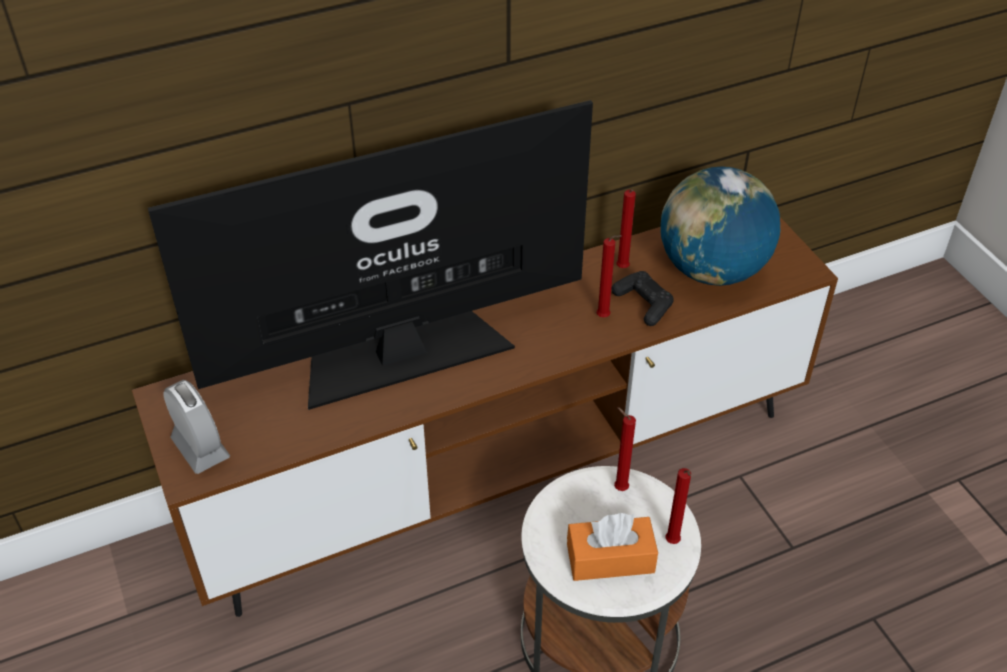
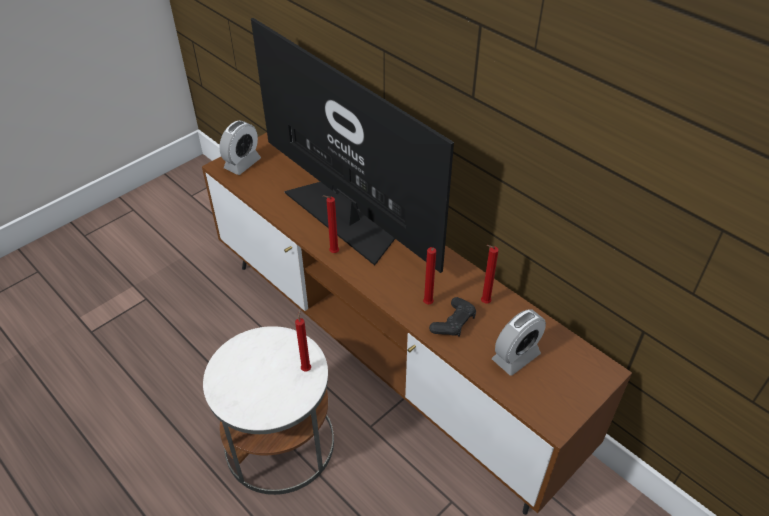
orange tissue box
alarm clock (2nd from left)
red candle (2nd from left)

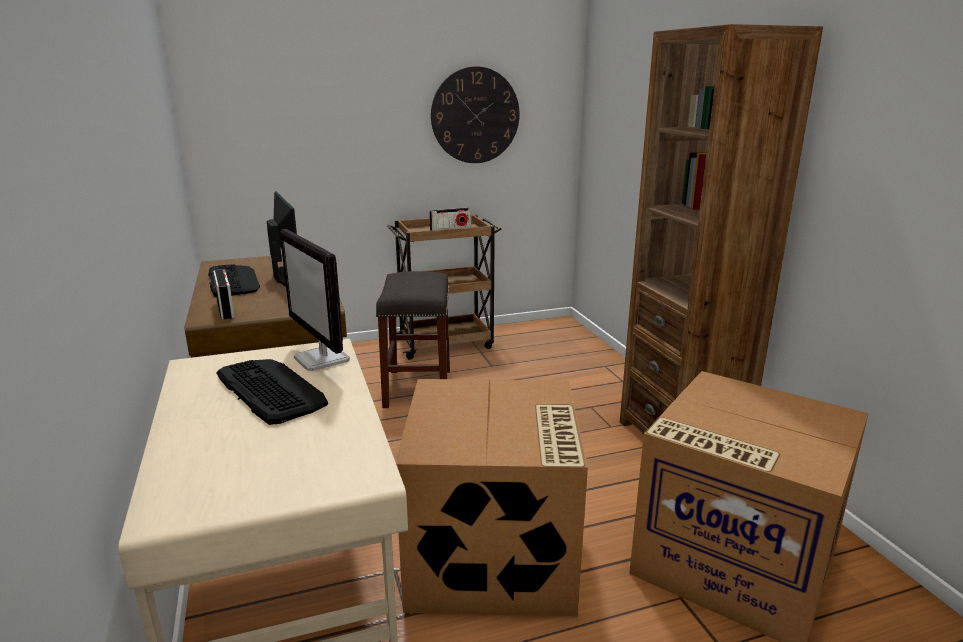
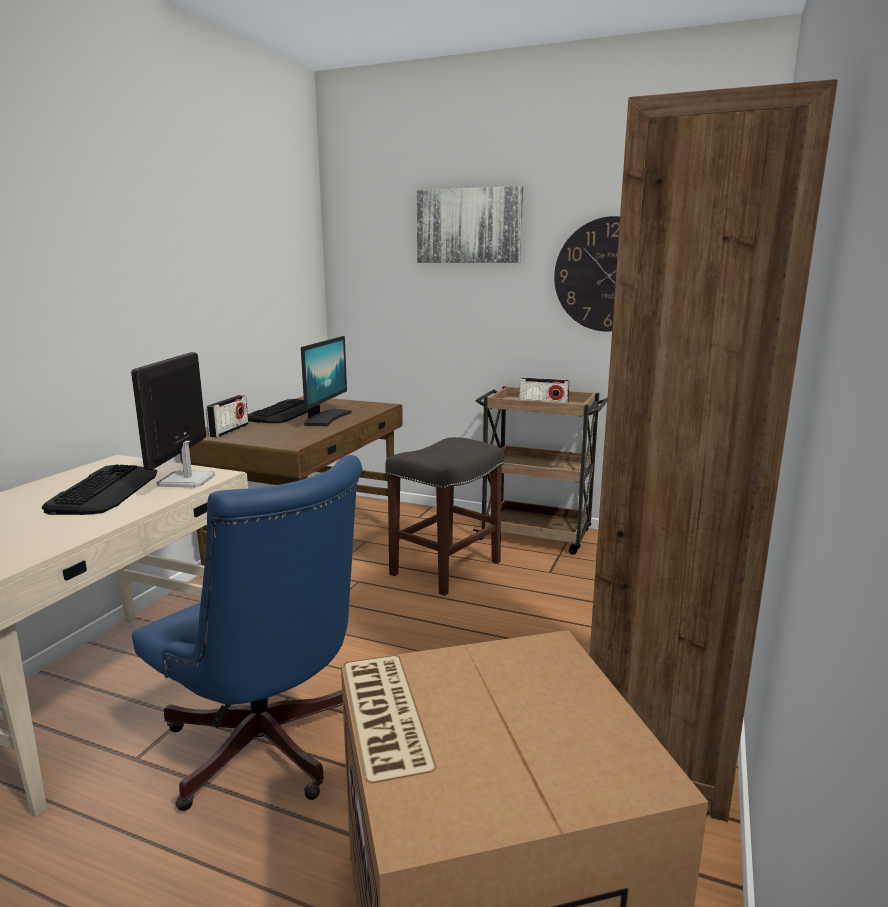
blue office chair
picture

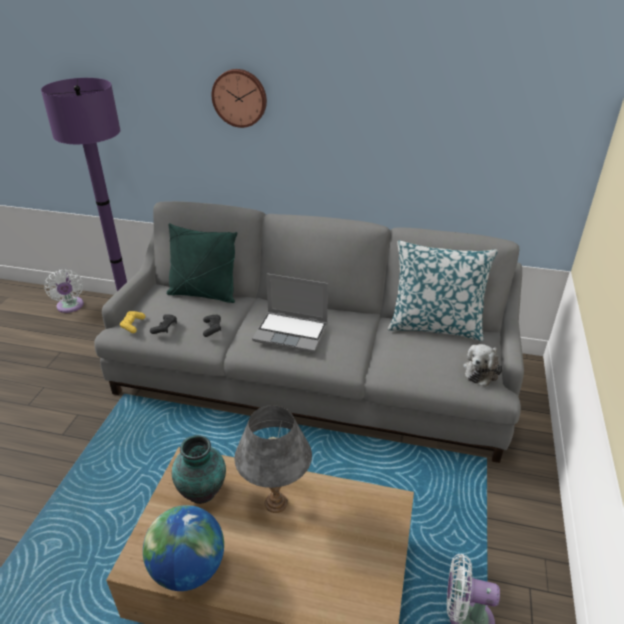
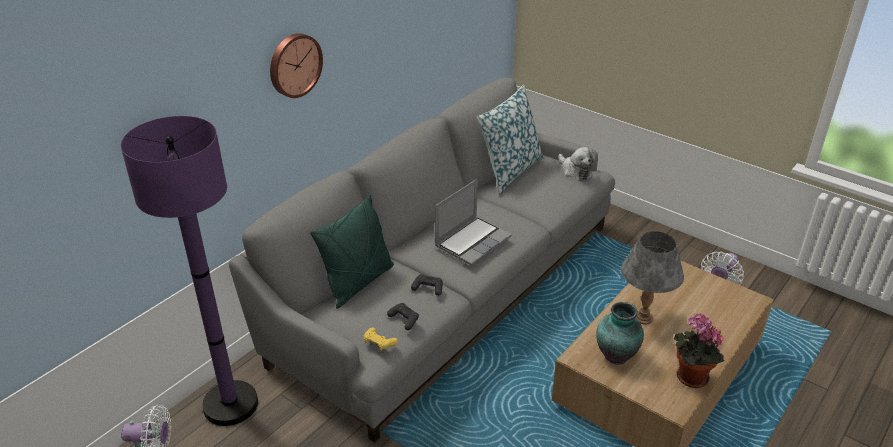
potted plant

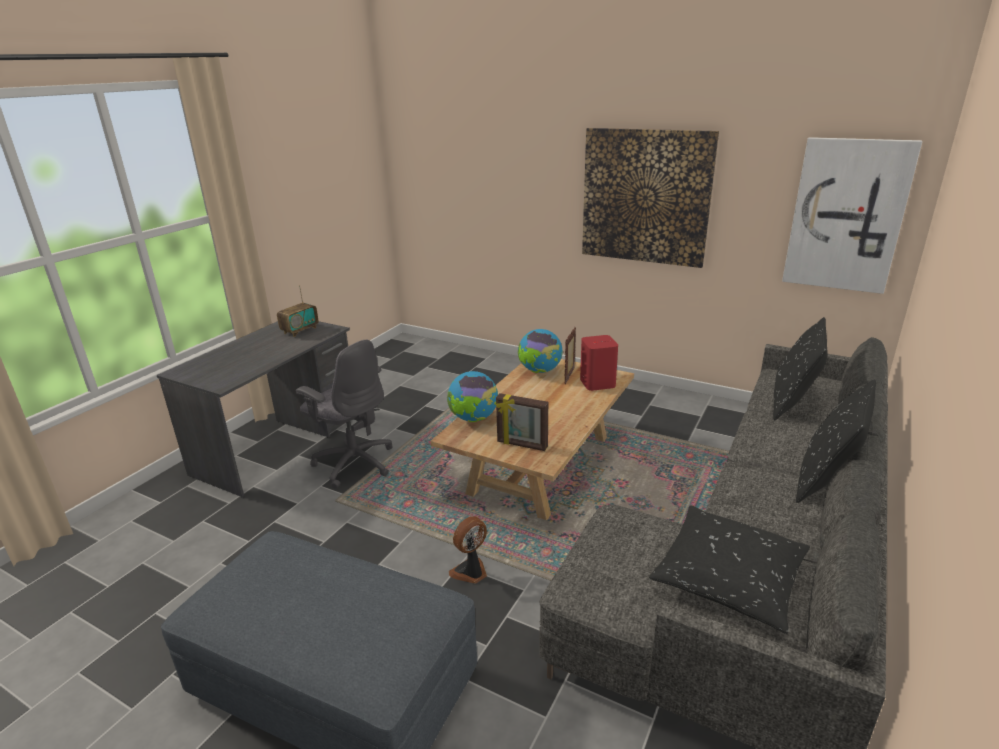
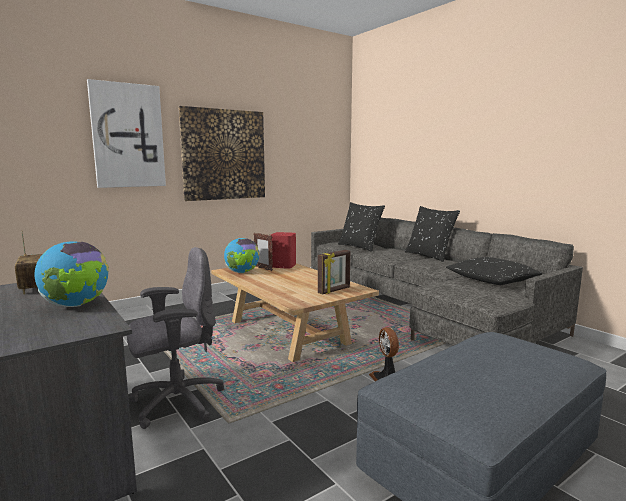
globe (1st from left)
picture (1st from left)

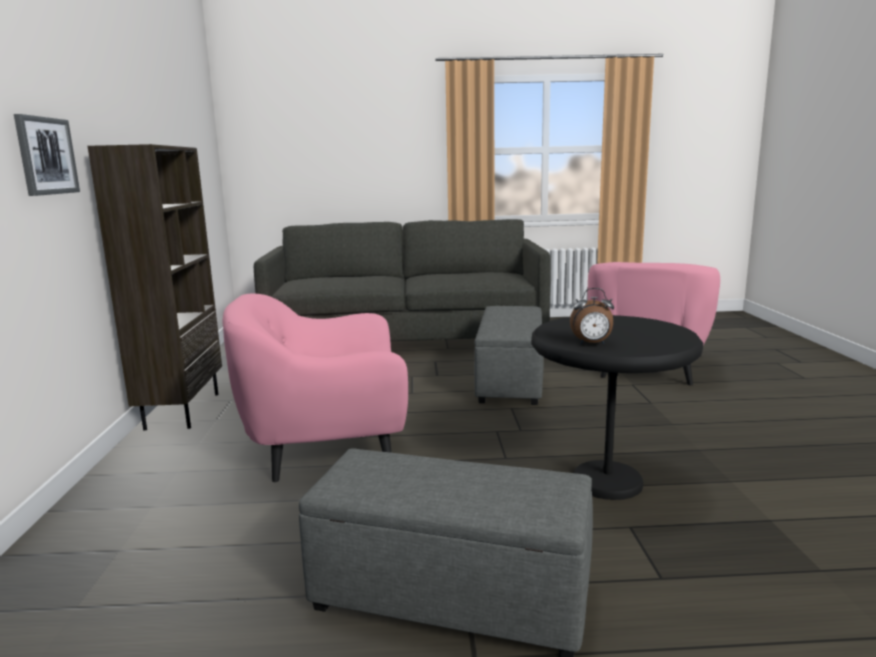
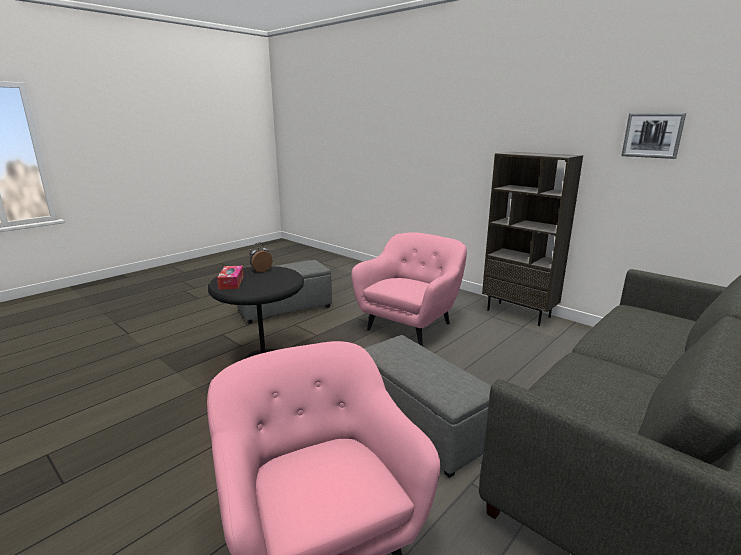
picture
tissue box

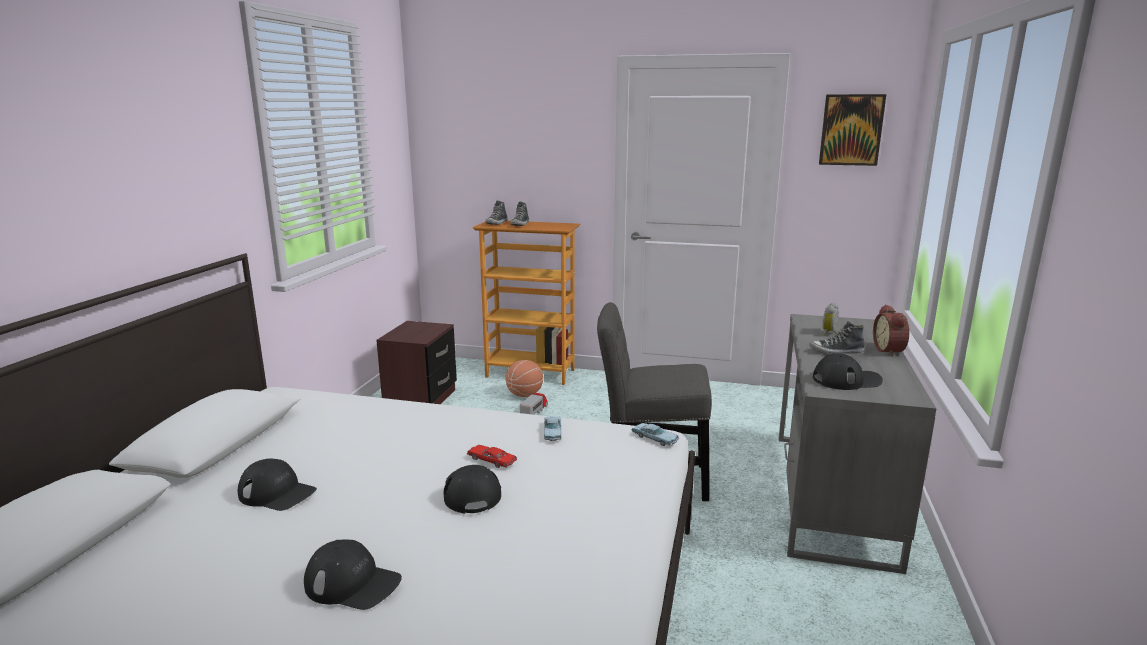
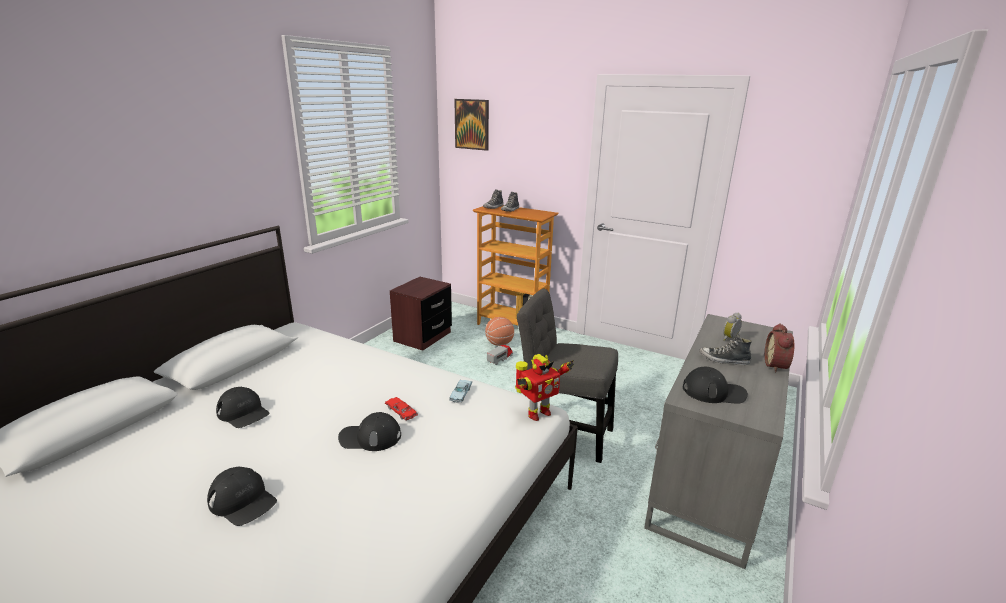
black cap (3rd from left)
toy robot
picture

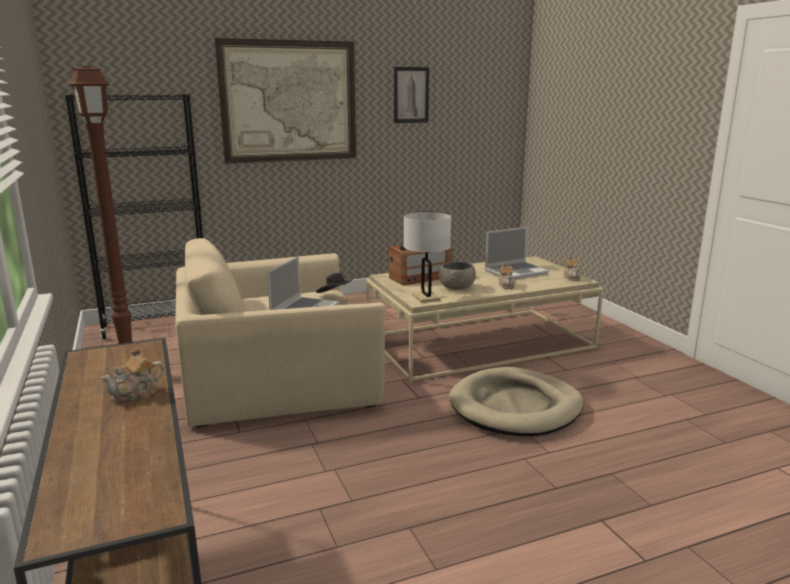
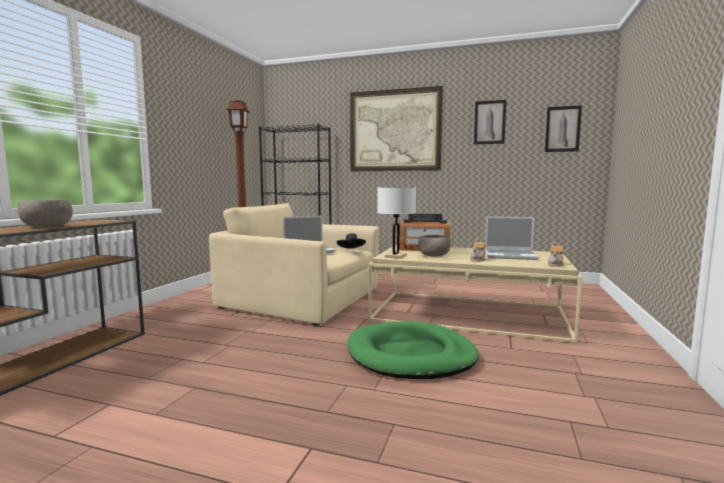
grey bowl (1st from left)
green dog bed
picture (3rd from left)

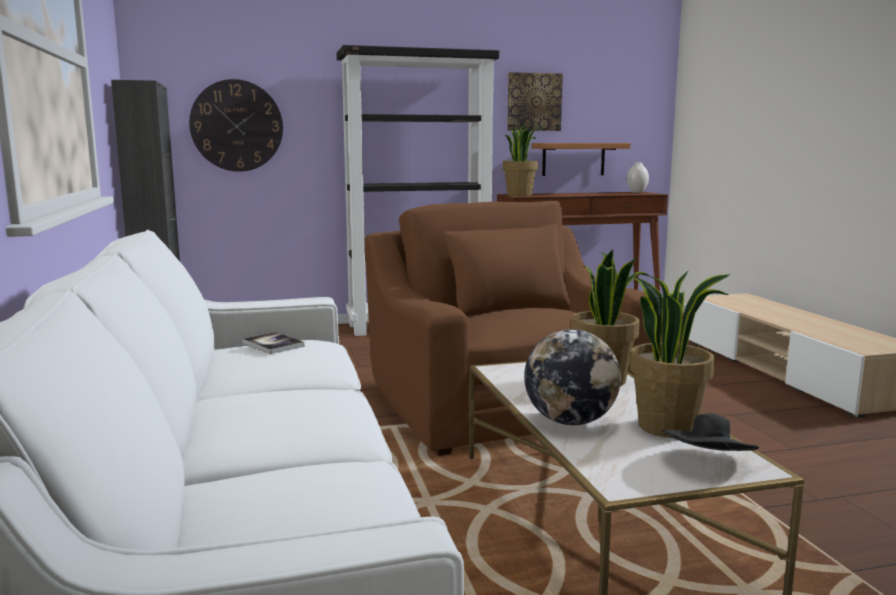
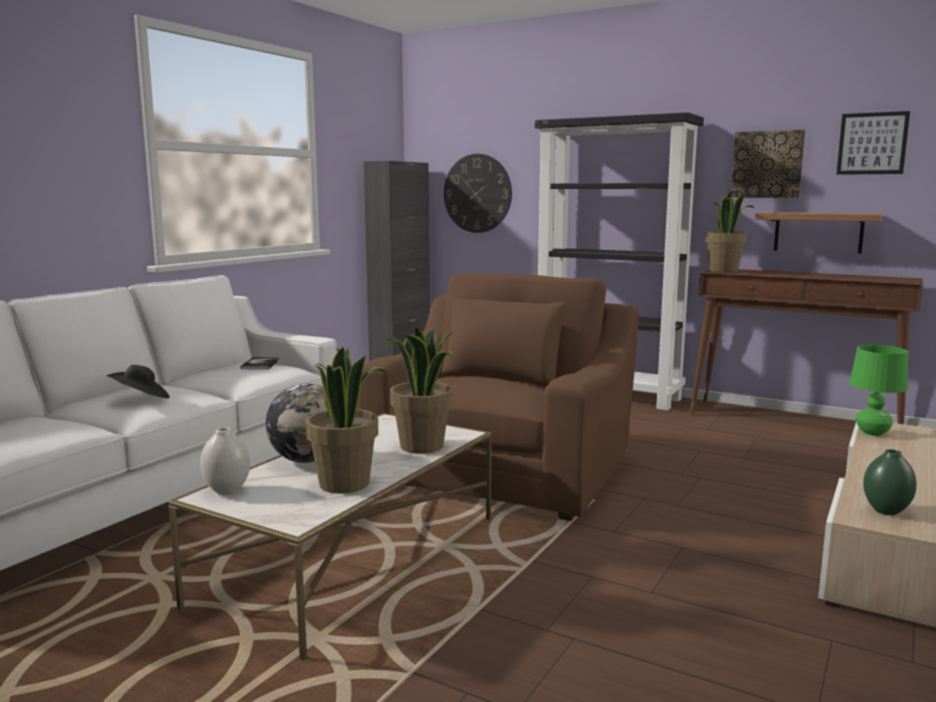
white vase
black hat
picture (2nd from left)
green table lamp
green vase

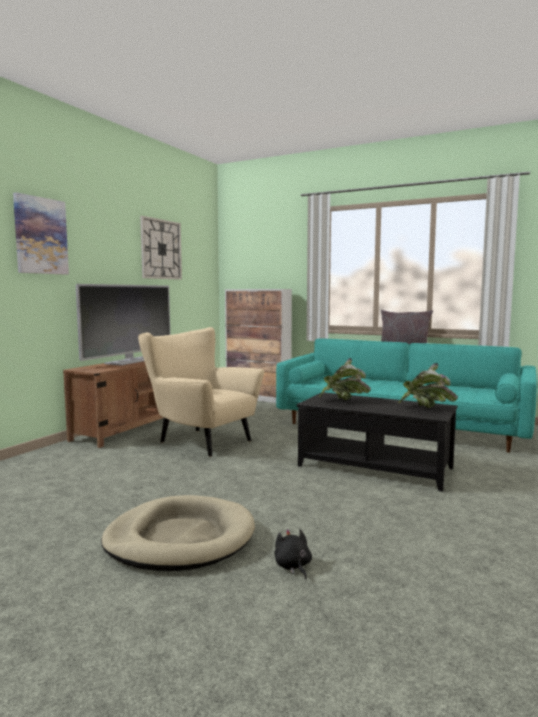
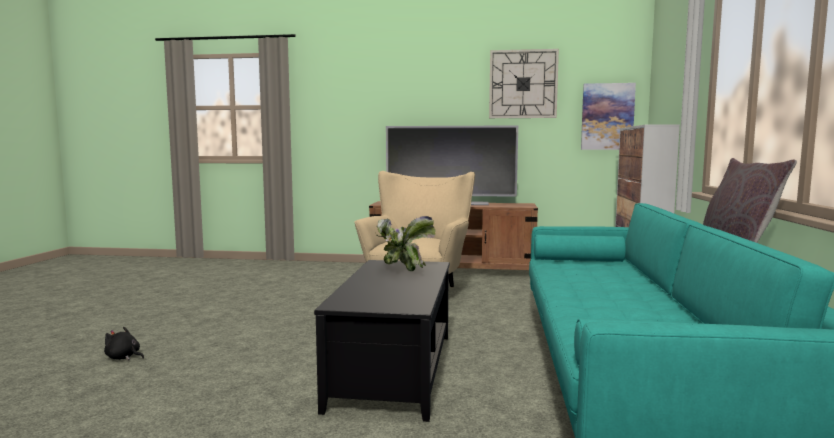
picture
beige dog bed
black plush toy
potted plant (2nd from left in the first image)

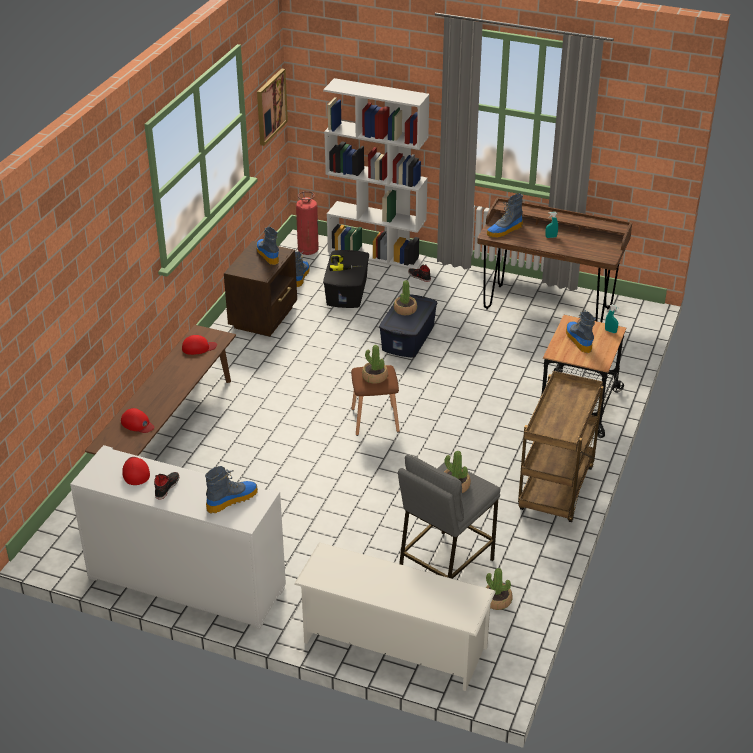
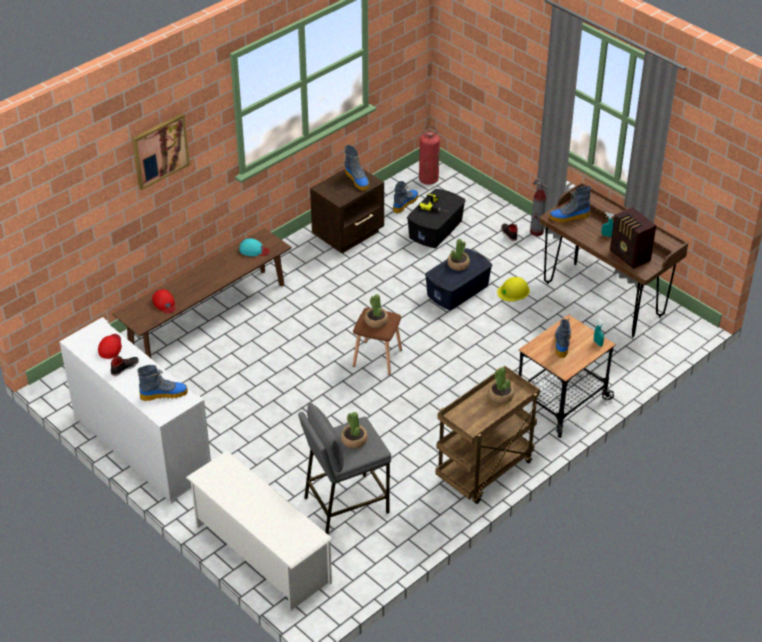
turquoise cap
boot (2nd from left)
picture
white bookcase
potted plant (4th from left)
yellow hard hat
fire extinguisher (2nd from left)
radio

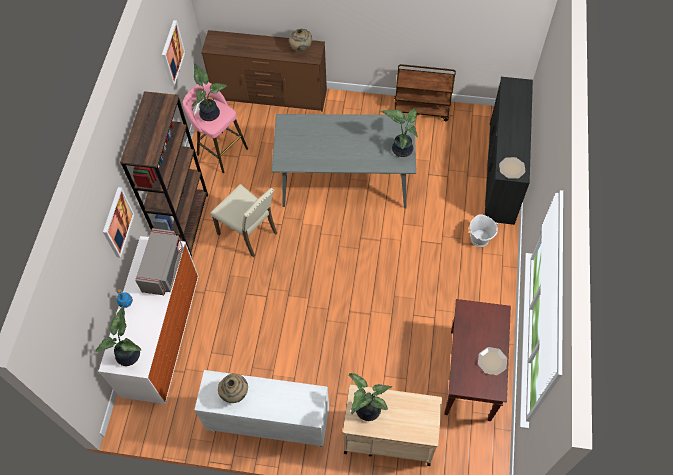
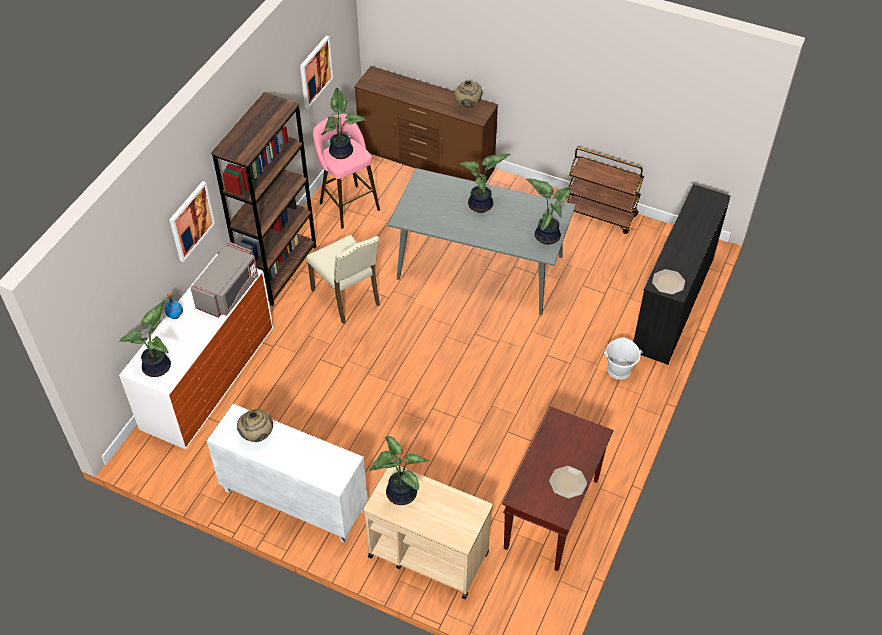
potted plant (4th from left)

